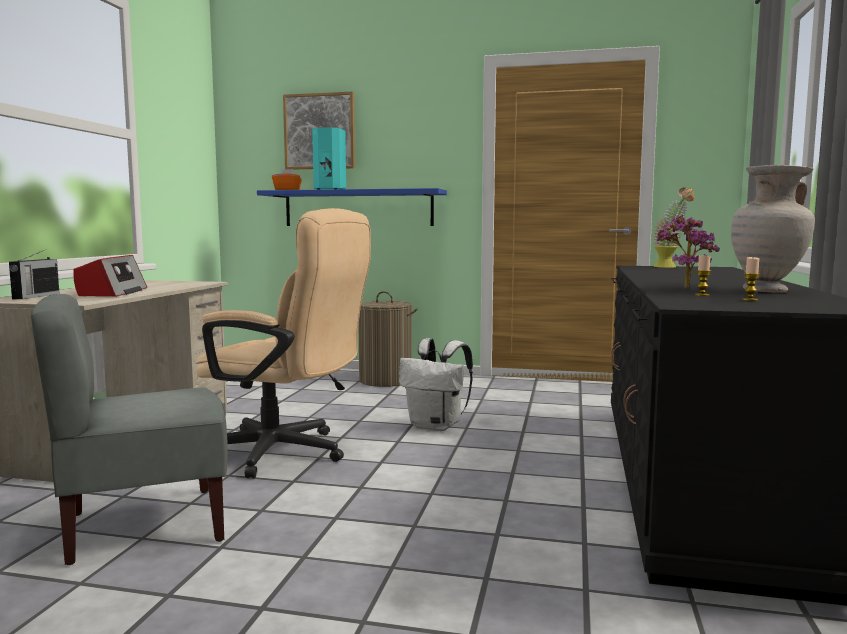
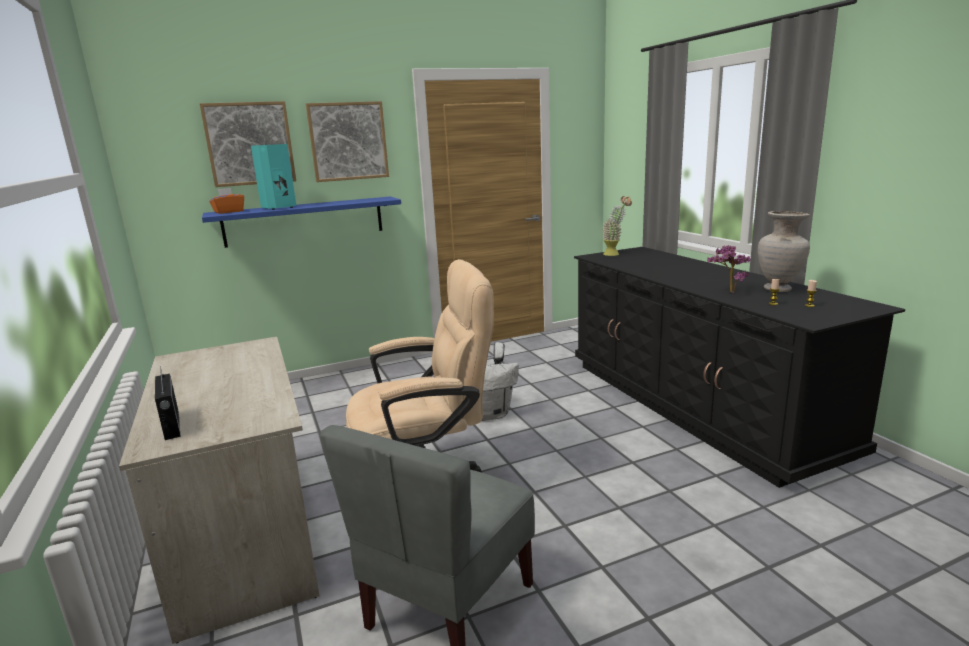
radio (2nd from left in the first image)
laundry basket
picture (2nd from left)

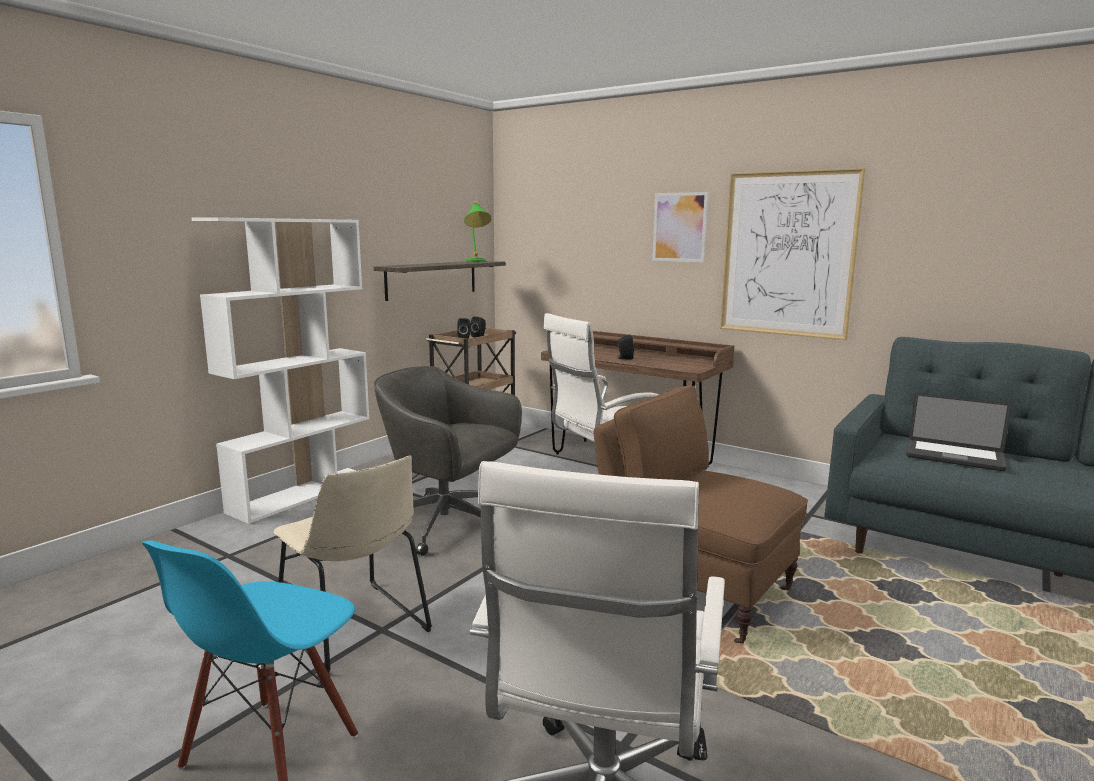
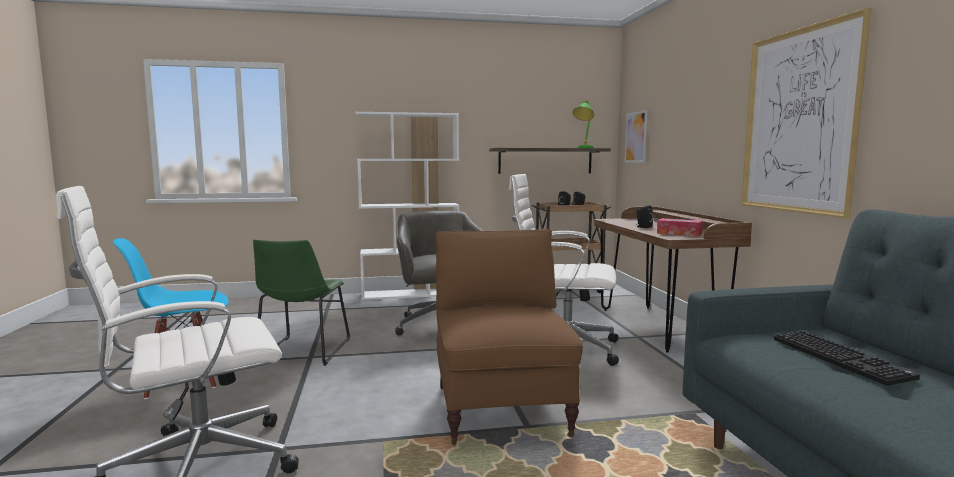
green chair
picture (1st from left)
keyboard
tissue box

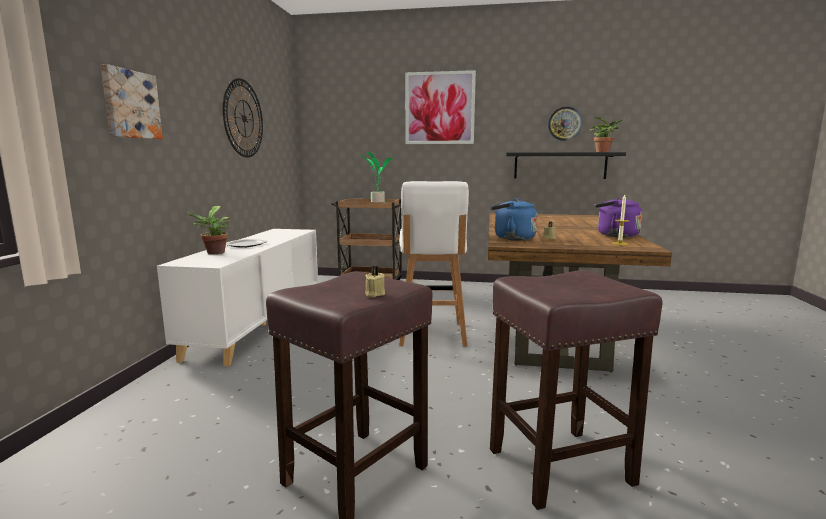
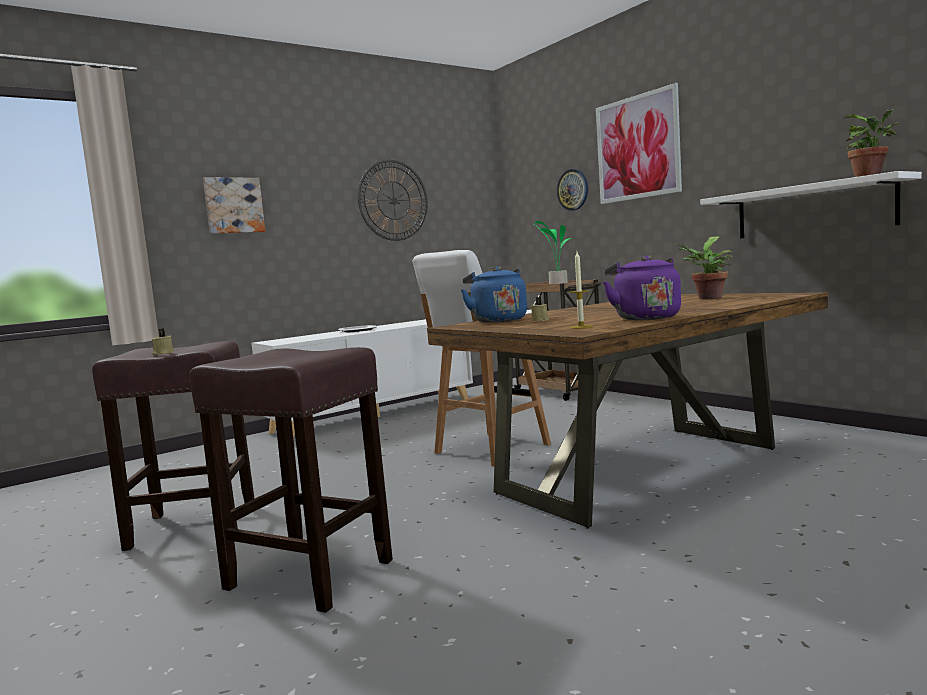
potted plant (2nd from left)
white shelf
wall clock (2nd from left)

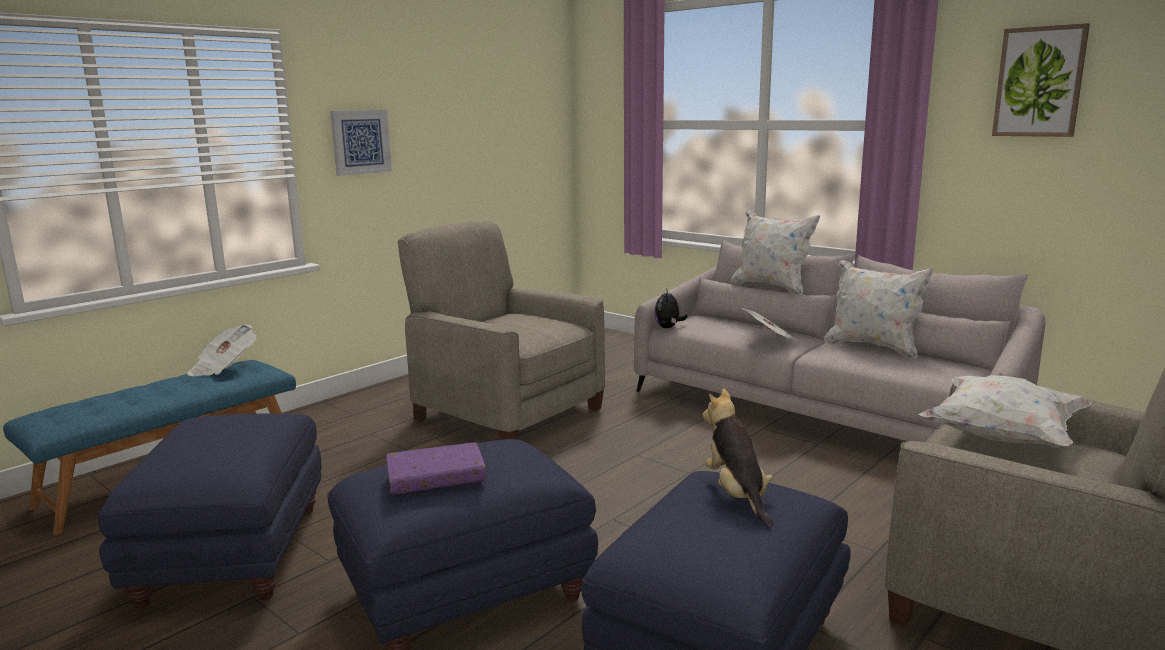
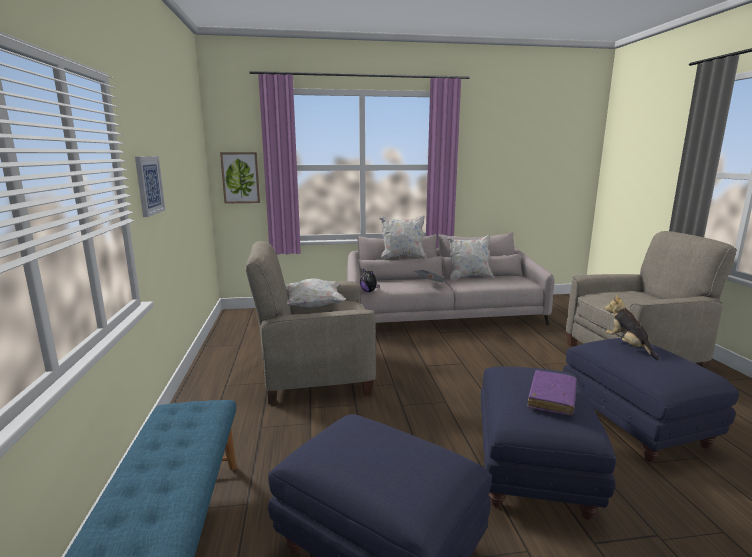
newspaper (1st from left in the first image)
plush toy (2nd from left)
white pillow (1st from left)
picture (2nd from left)

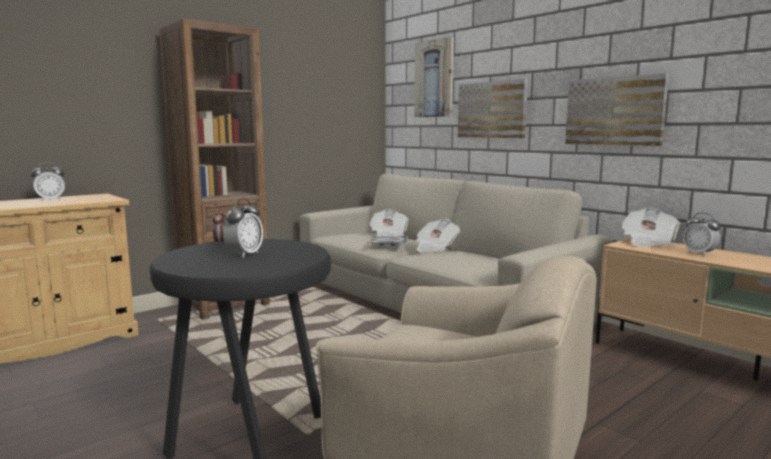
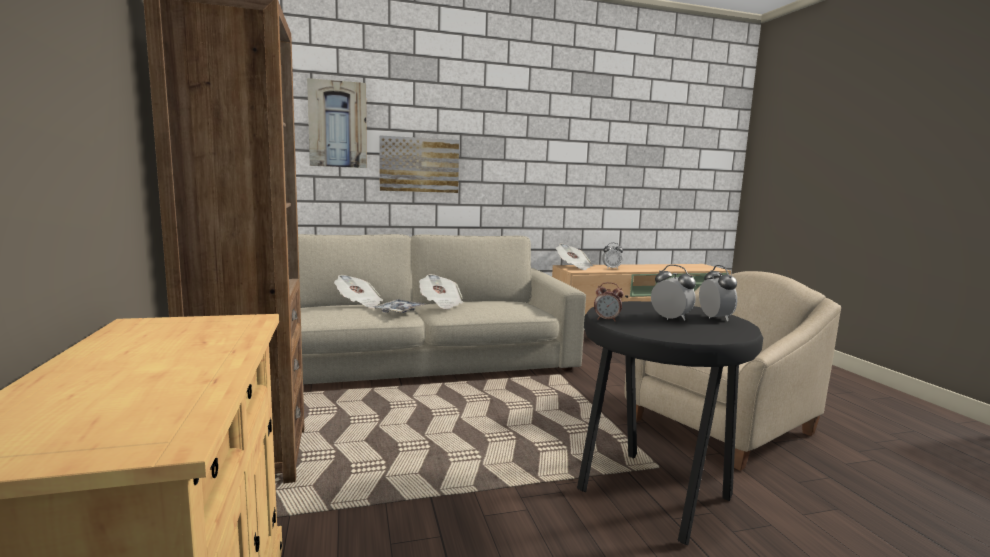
alarm clock (4th from left)
picture (3rd from left in the first image)

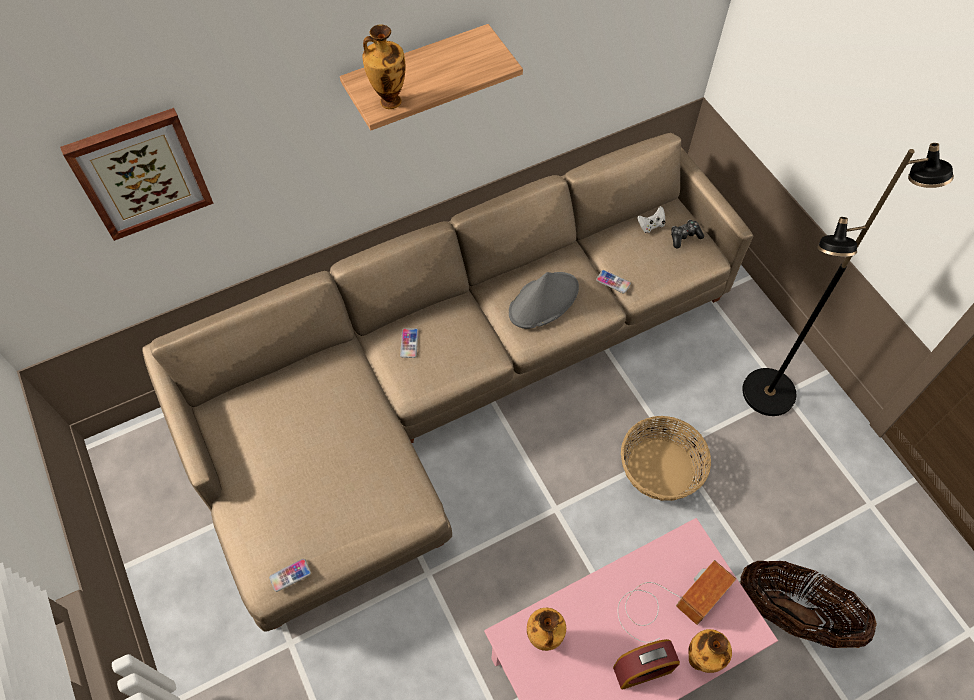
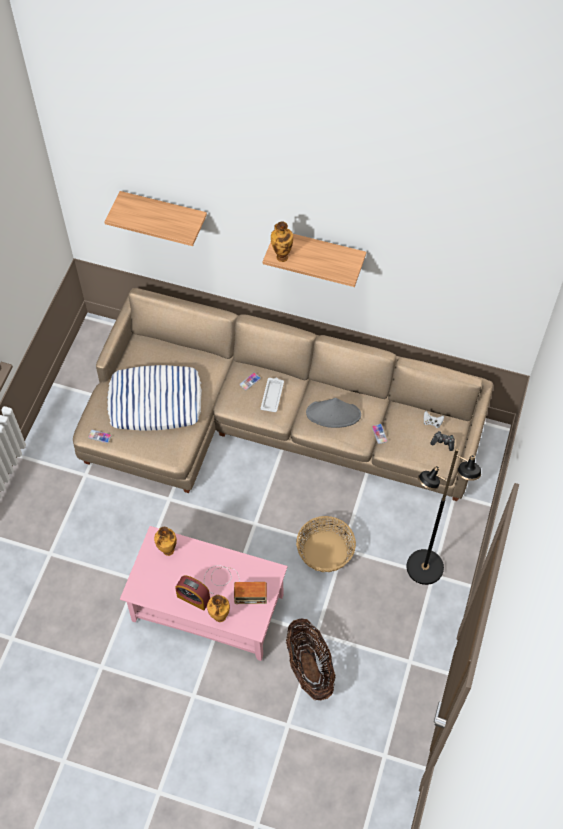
shelf (1st from left)
pillow
white tray

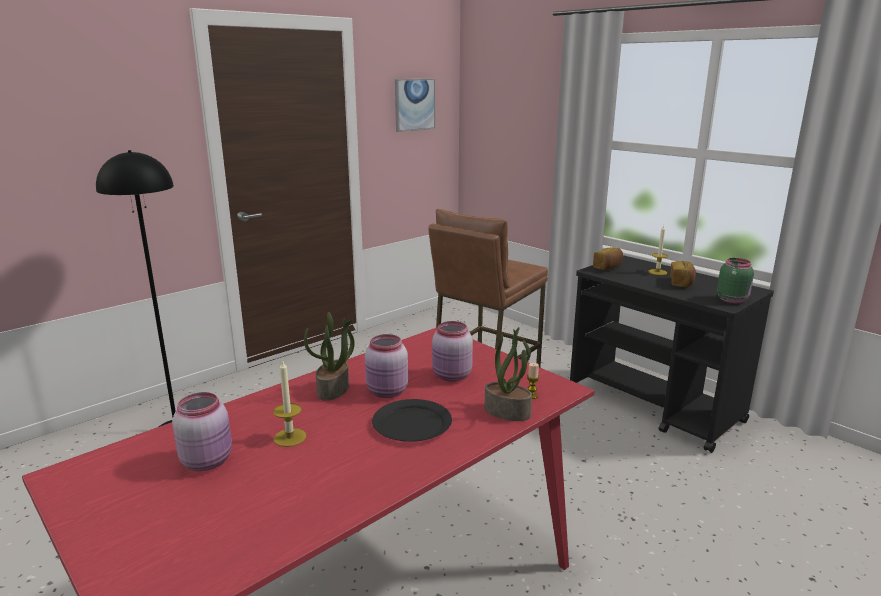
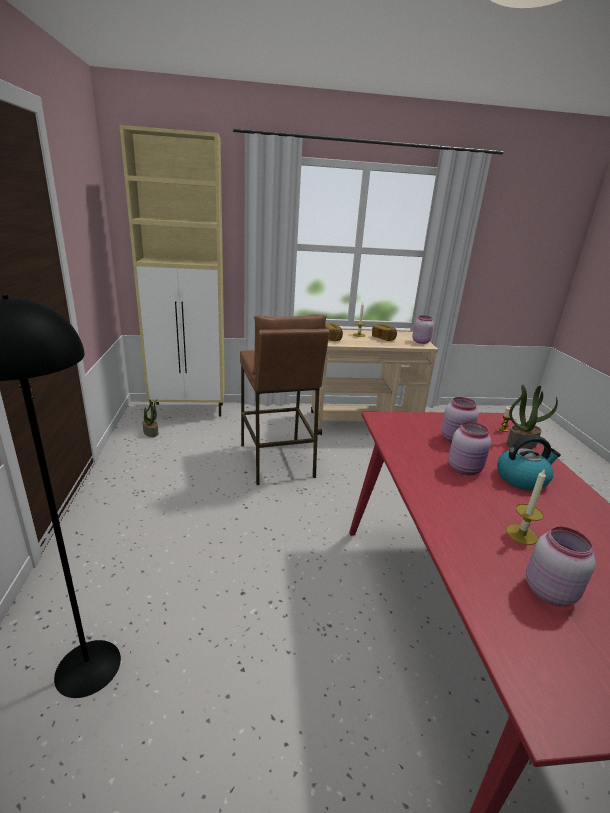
potted plant (1st from left)
kettle
picture
beige cart
pink jar (1st from left)
beige cabinet

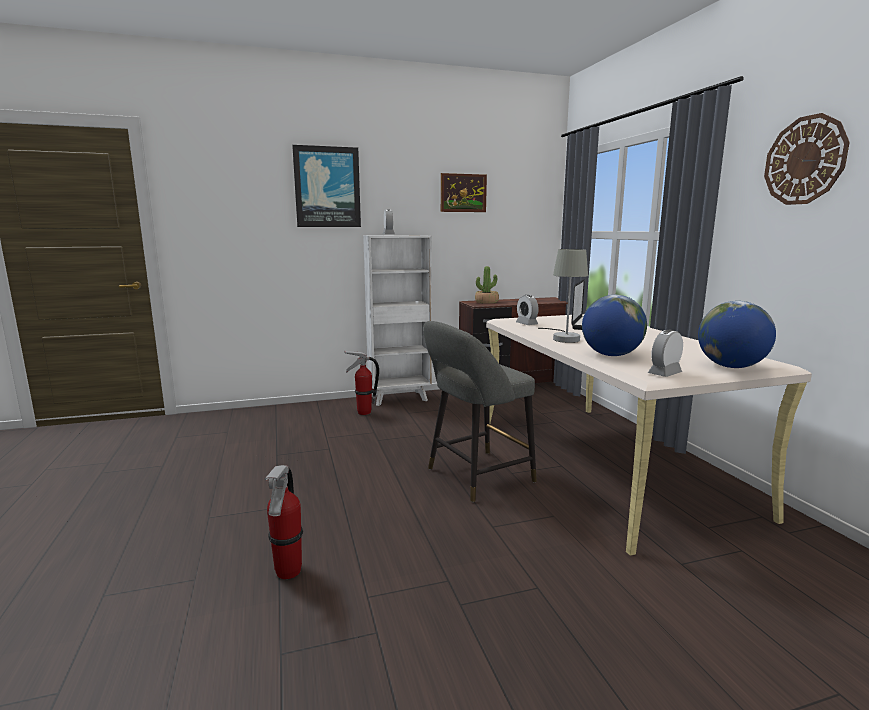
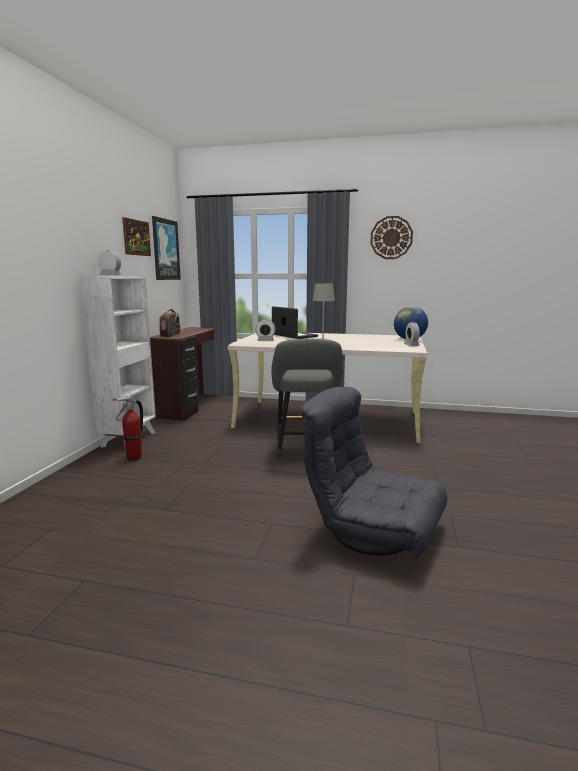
grey armchair
picture (2nd from left)
radio
globe (1st from left in the first image)

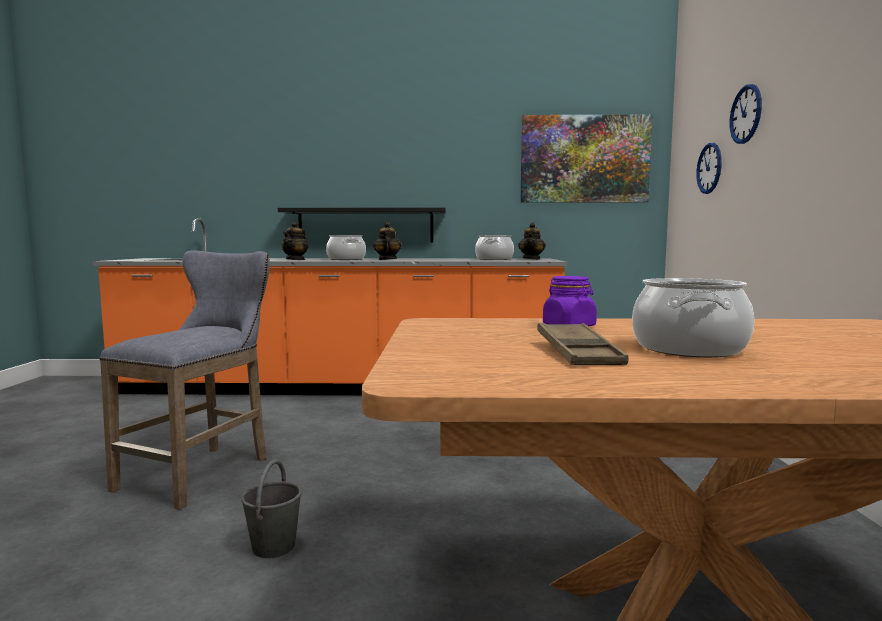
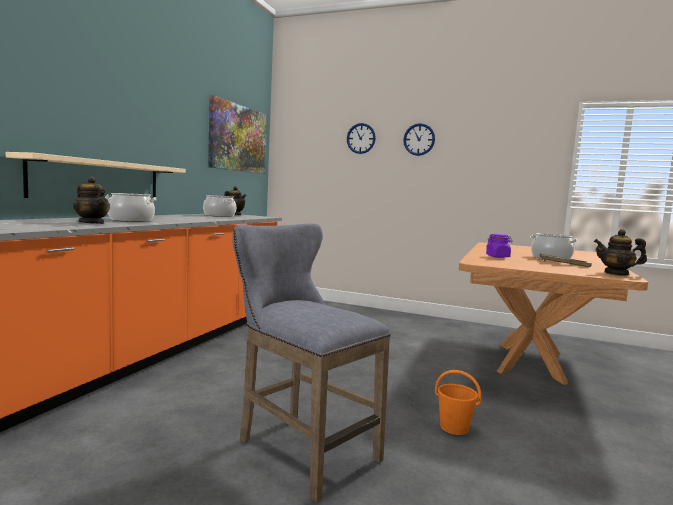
orange bucket
beige shelf
teapot (3rd from left)
wall clock (2nd from left)

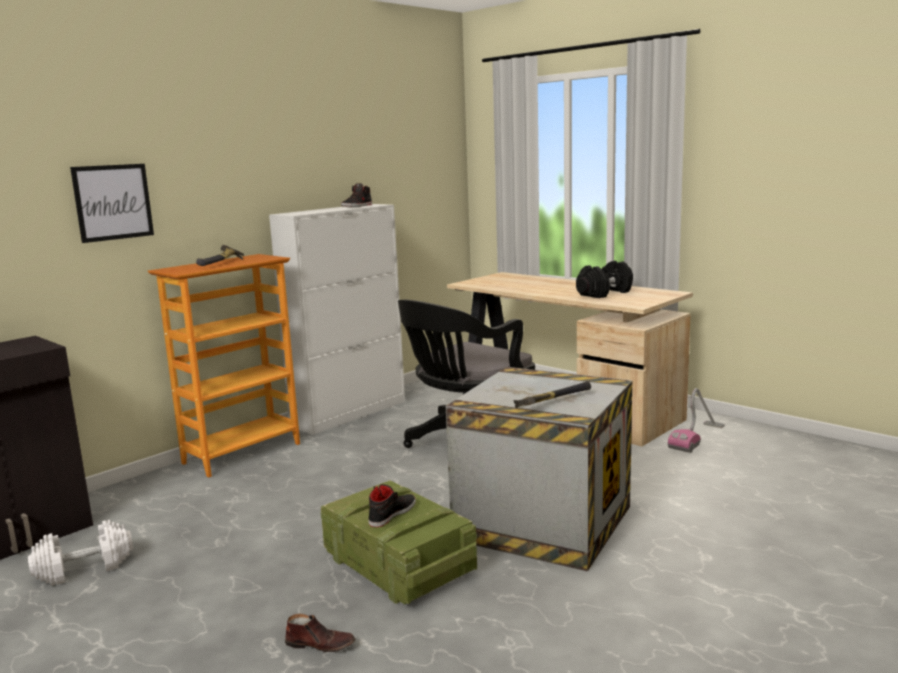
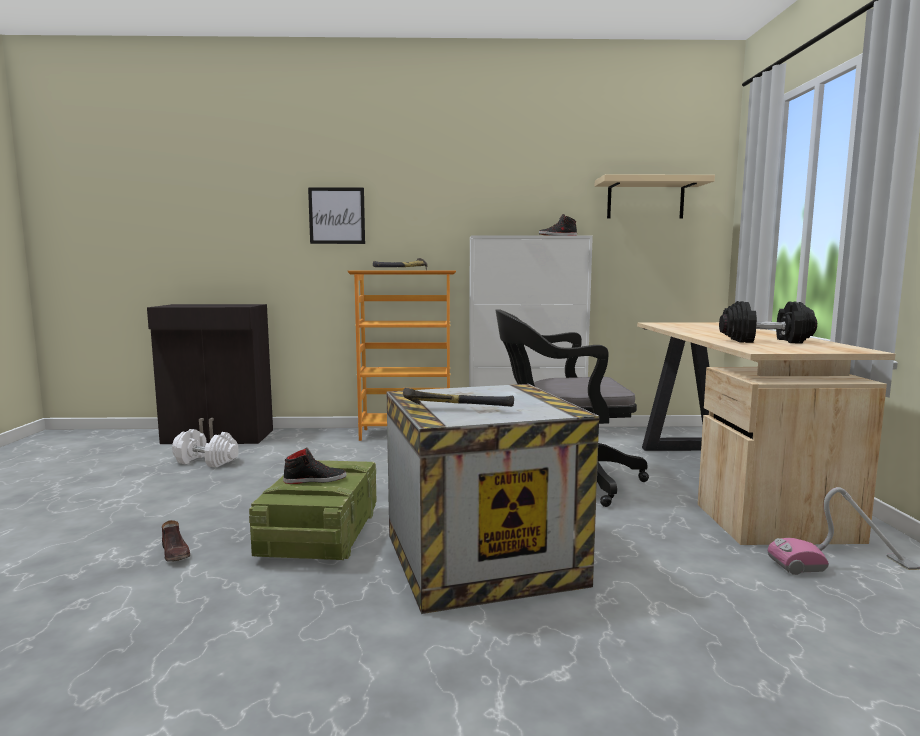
beige shelf

